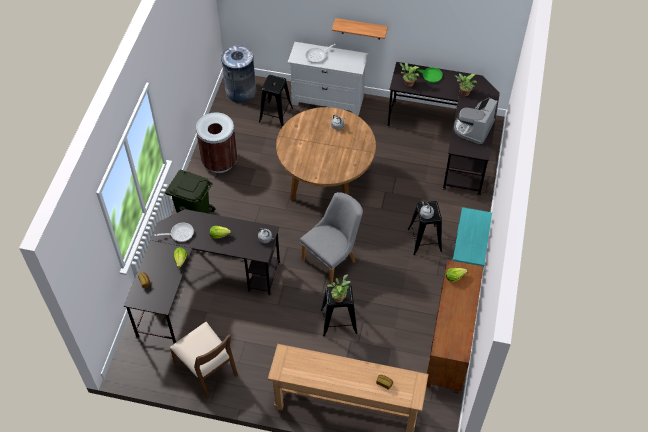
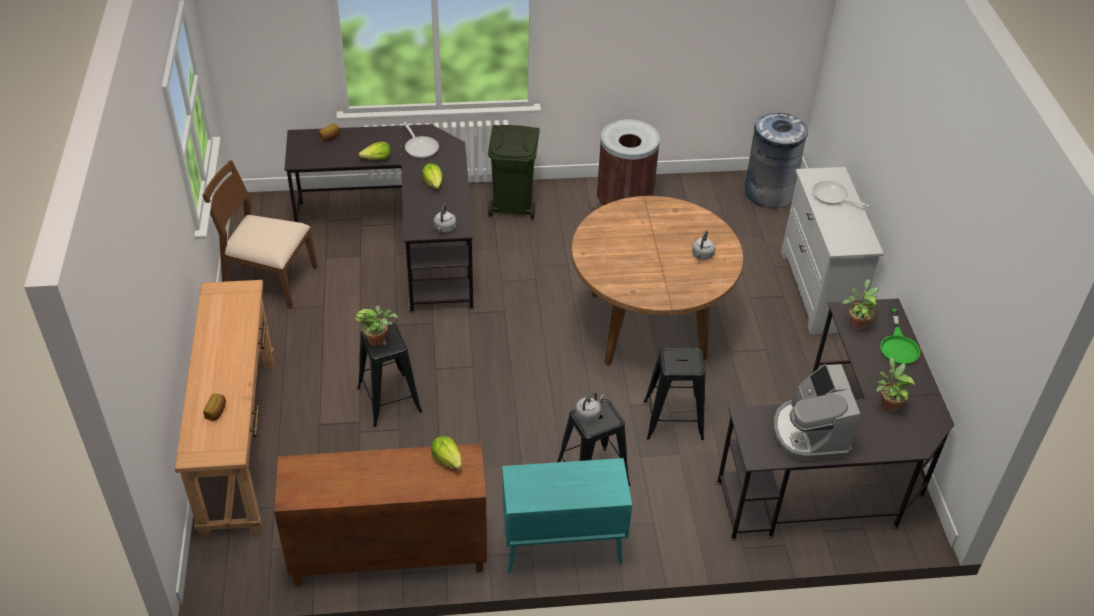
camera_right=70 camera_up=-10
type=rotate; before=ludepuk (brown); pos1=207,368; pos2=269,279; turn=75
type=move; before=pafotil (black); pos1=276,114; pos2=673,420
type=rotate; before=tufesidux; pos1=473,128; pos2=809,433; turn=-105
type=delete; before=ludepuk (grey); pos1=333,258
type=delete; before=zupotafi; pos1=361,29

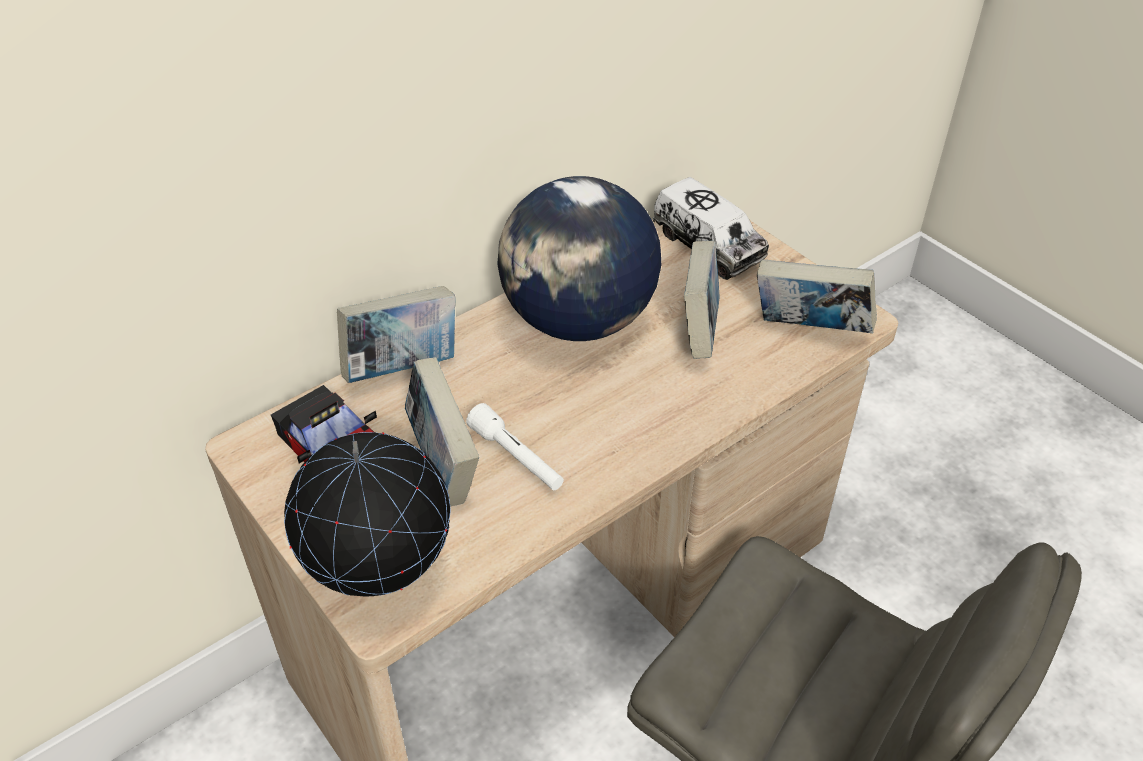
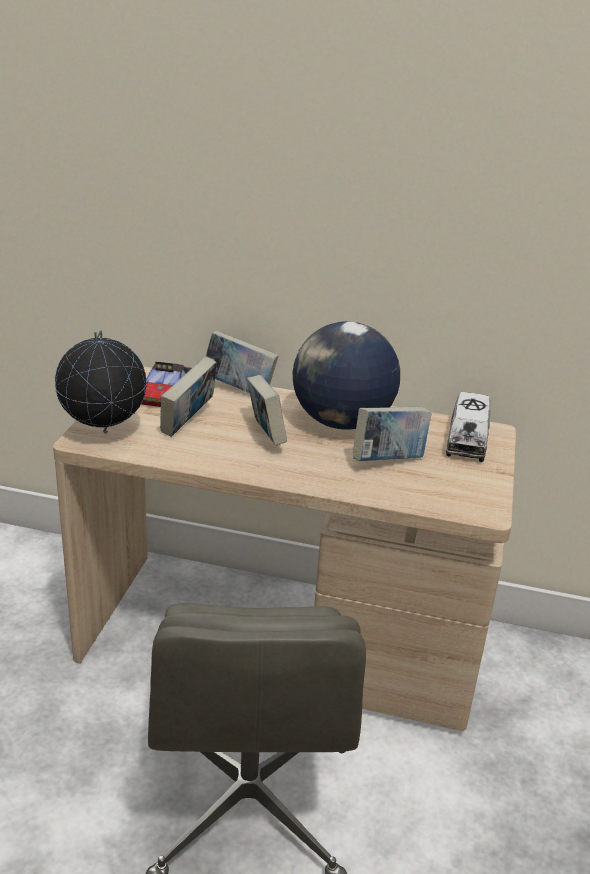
camera_right=50 camera_up=-15
type=move; before=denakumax; pos1=809,331; pos2=265,436
type=delete; before=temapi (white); pos1=516,458

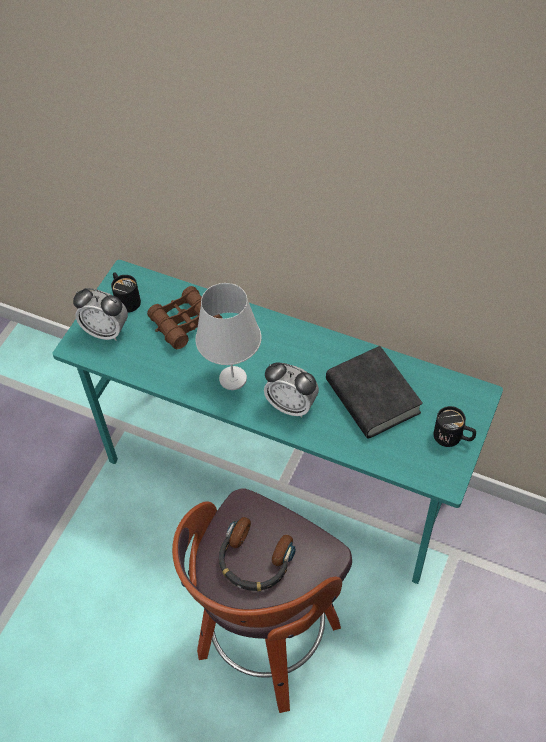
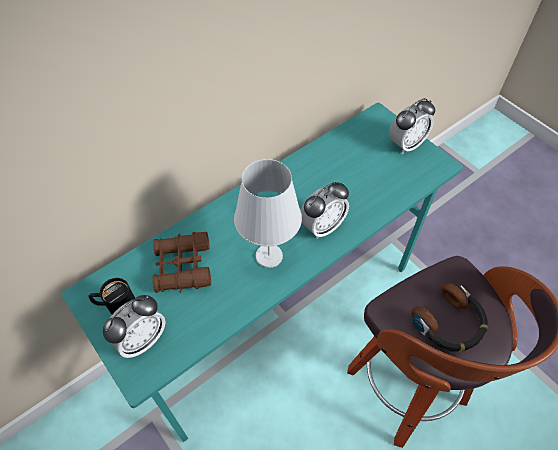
camera_right=-65 camera_up=0
type=replace; before=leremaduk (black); after=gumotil; pos1=453,437; pos2=406,144
type=delete; before=denakumax (black); pos1=372,397

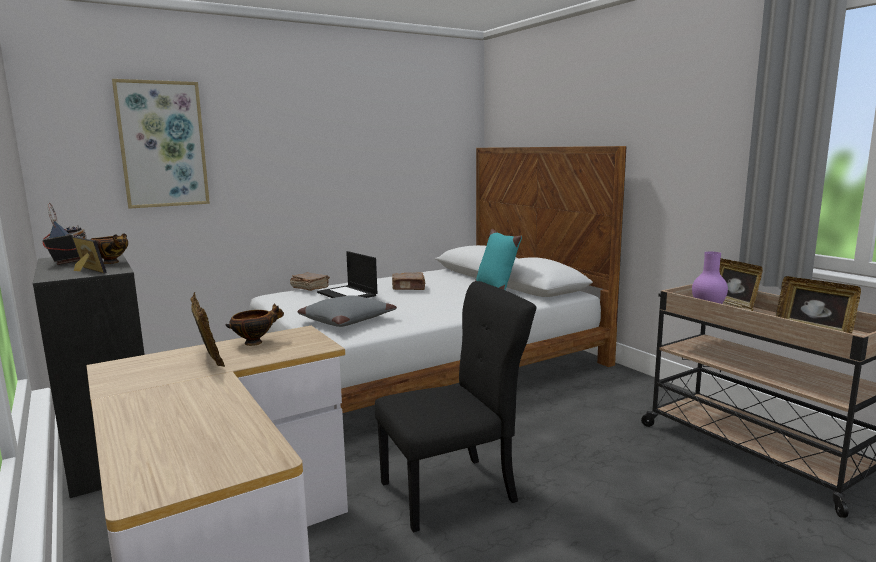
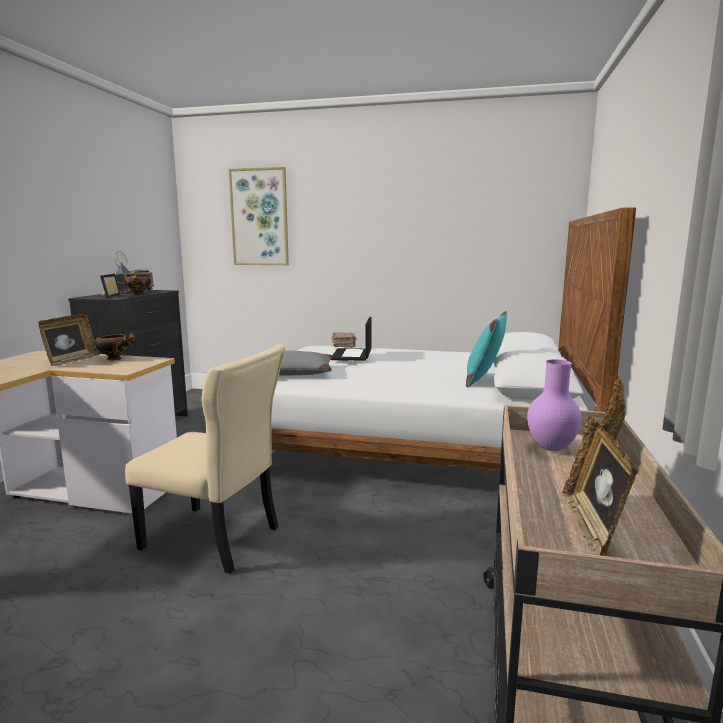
camera_right=45 camera_up=0
type=recolor; before=ludepuk (black); after=ludepuk (beige); pos1=453,491; pos2=215,539
type=delete; before=denakumax (brown); pos1=409,288

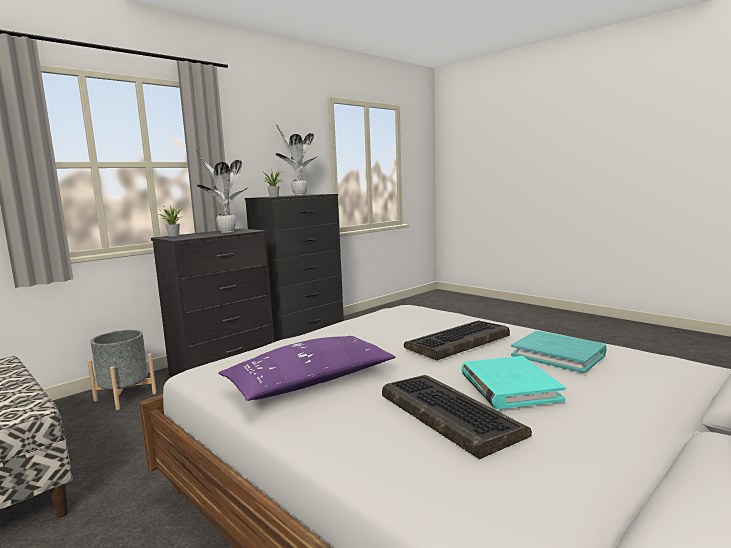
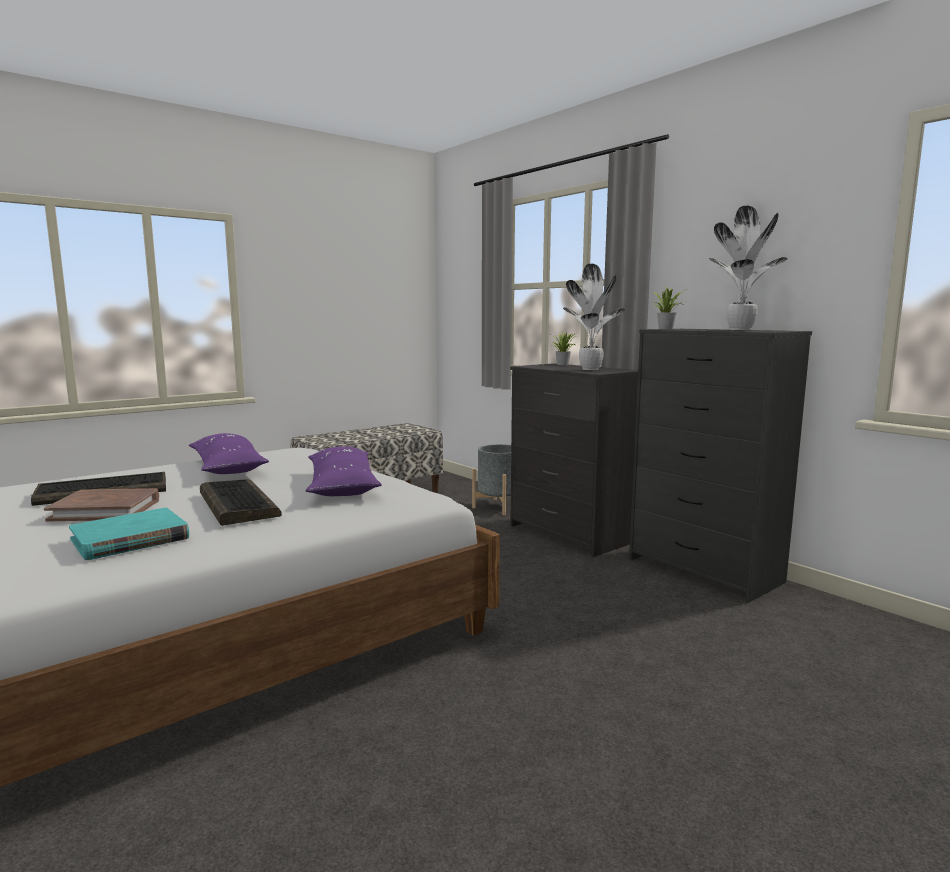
camera_right=95 camera_up=0
type=recolor; before=denakumax (turquoise); after=denakumax (brown); pos1=509,386; pos2=106,509
type=insert; after=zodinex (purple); pos2=341,486

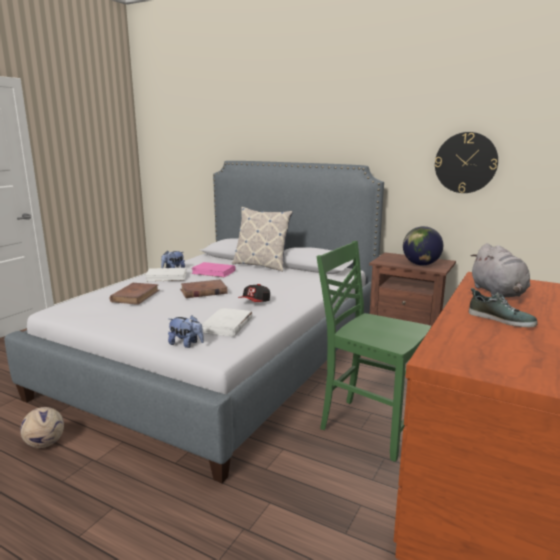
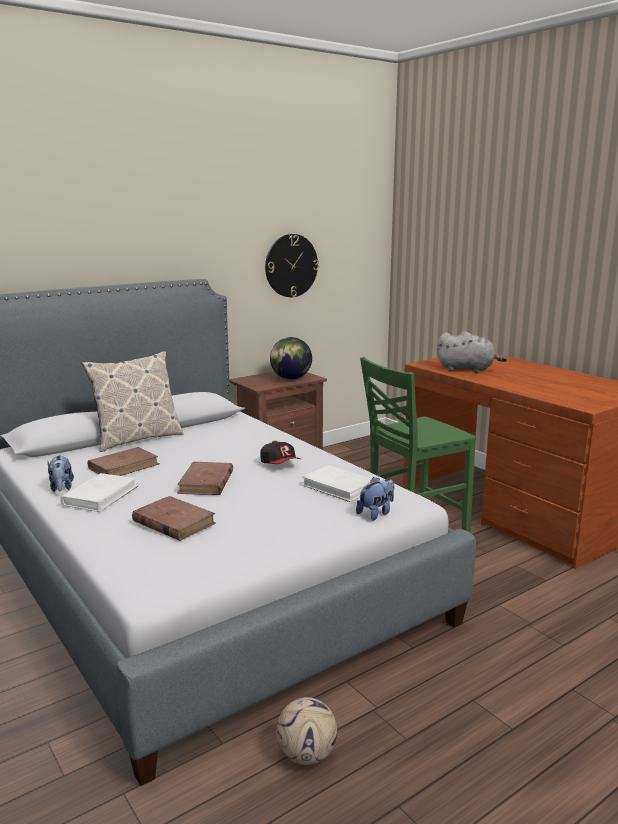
camera_right=-65 camera_up=0
type=recolor; before=denakumax (pink); after=denakumax (brown); pos1=214,272; pos2=124,466
type=delete; before=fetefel; pos1=501,319

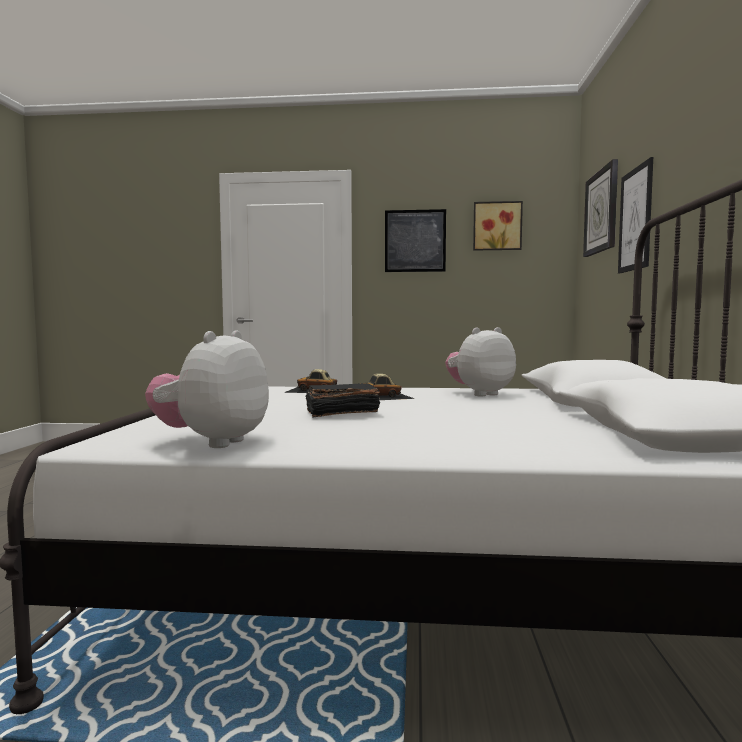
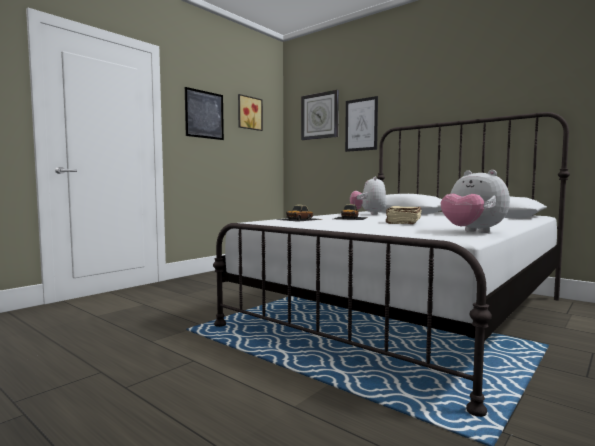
camera_right=-55 camera_up=0
type=recolor; before=denakumax (black); after=denakumax (beige); pos1=340,413; pos2=403,222

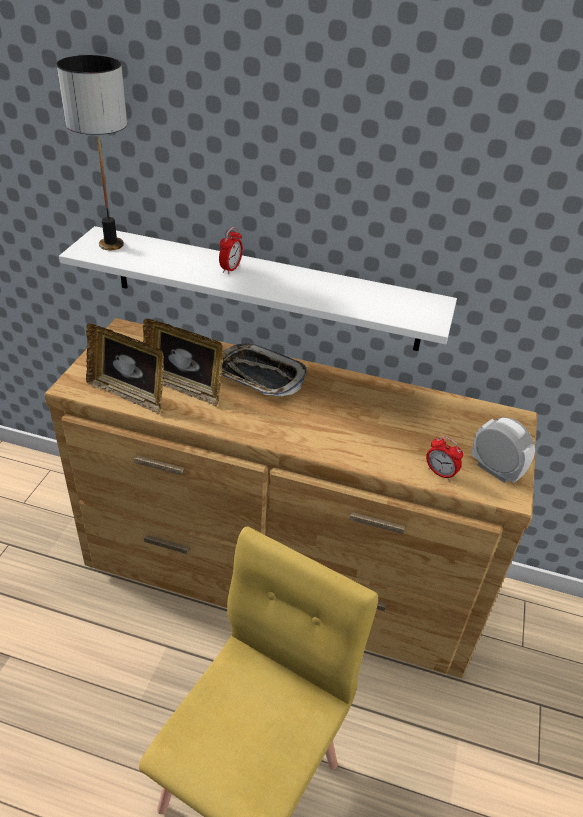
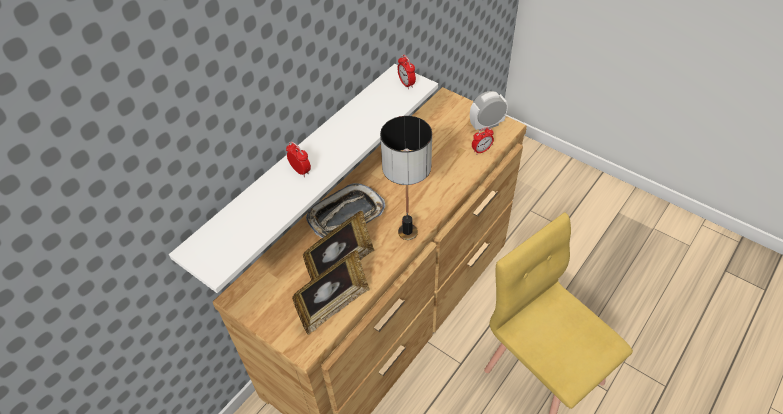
camera_right=-65 camera_up=10
type=move; before=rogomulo; pos1=112,244; pos2=407,232
type=insert; after=gumotil; pos2=406,84

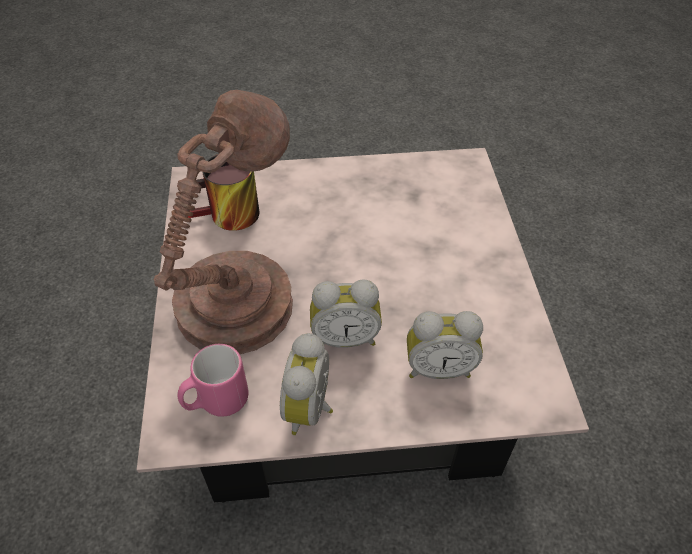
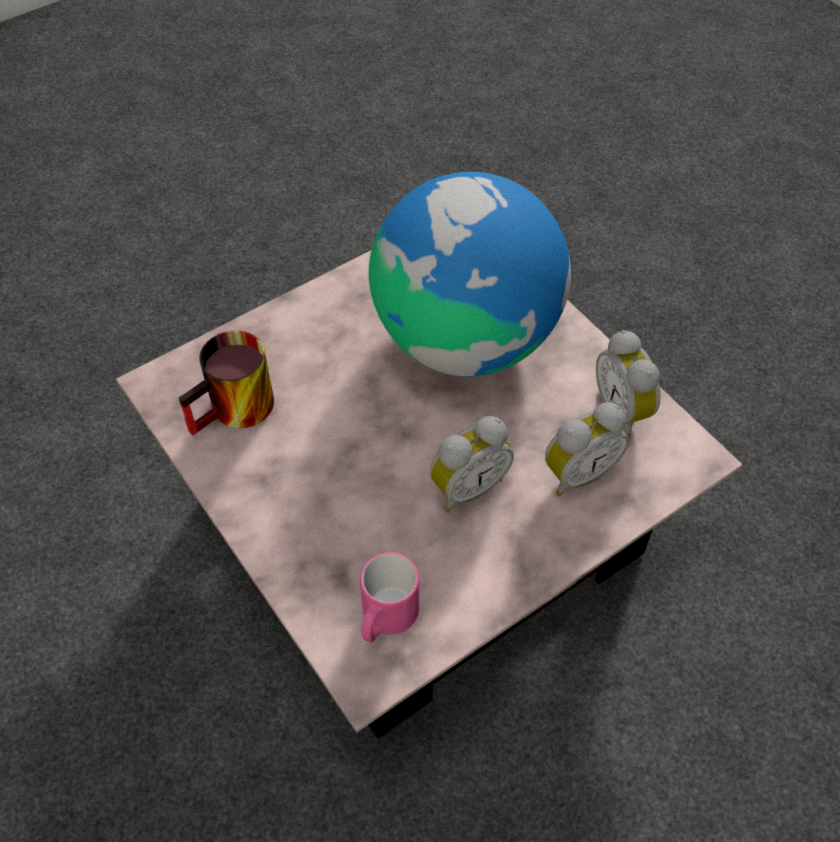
camera_right=-30 camera_up=5
type=insert; after=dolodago; pos2=465,338
type=move; before=gumotil; pos1=312,409; pos2=624,410
type=delete; before=rogomulo (brown); pos1=240,299

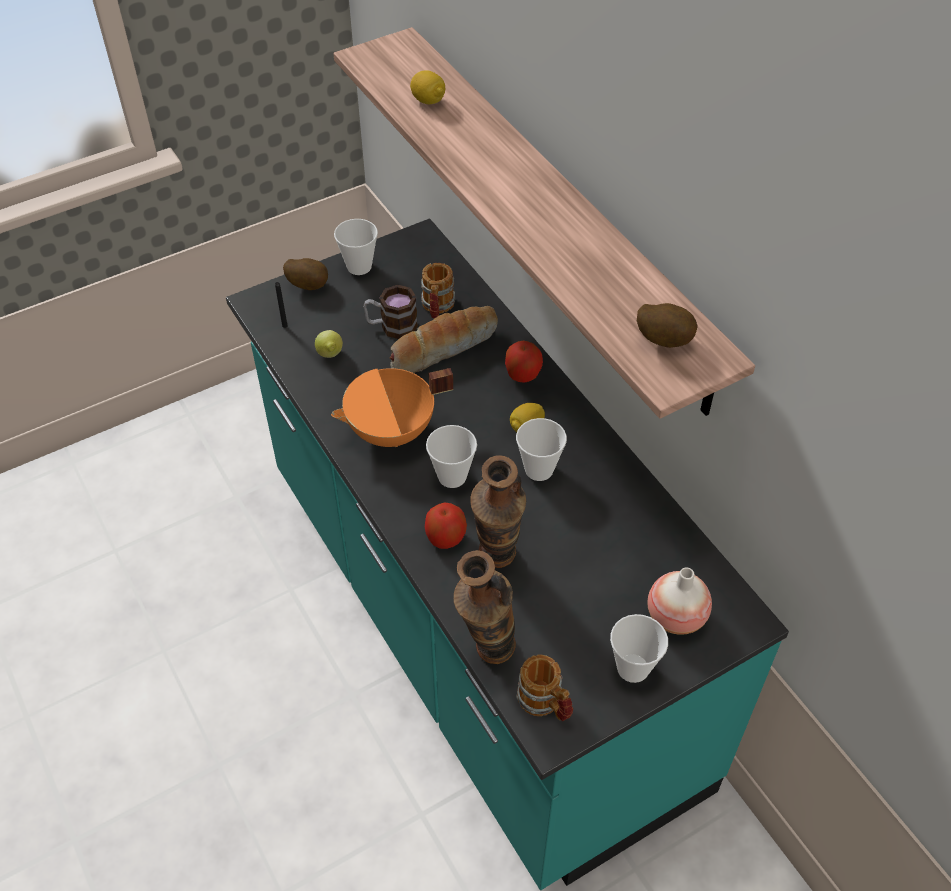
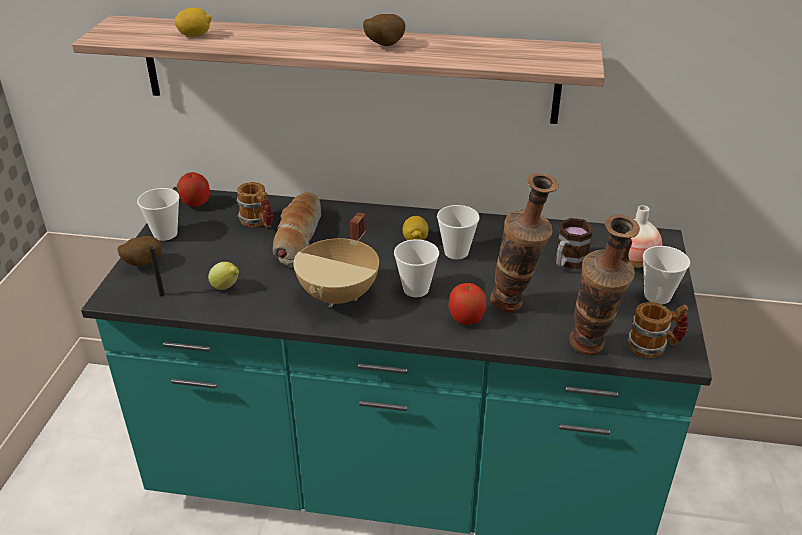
camera_right=-50 camera_up=-15
type=move; before=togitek; pos1=523,374; pos2=196,203
type=recolor; before=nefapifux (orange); after=nefapifux (beige); pos1=392,432; pos2=340,295
type=move; before=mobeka; pos1=663,339; pos2=383,45
type=move; before=leremaduk; pos1=391,326; pos2=567,262

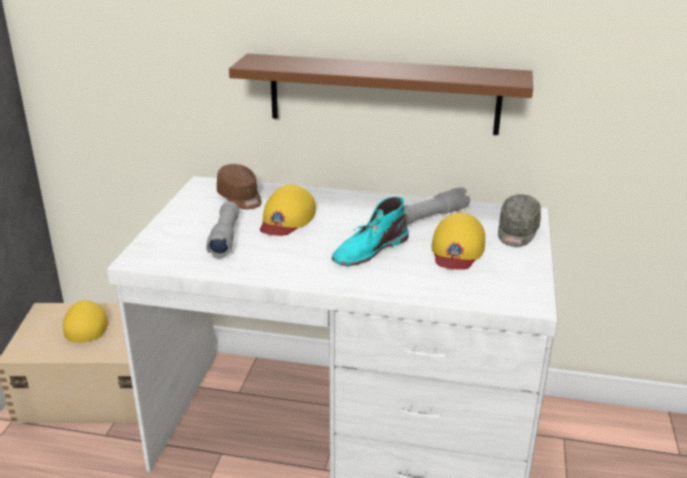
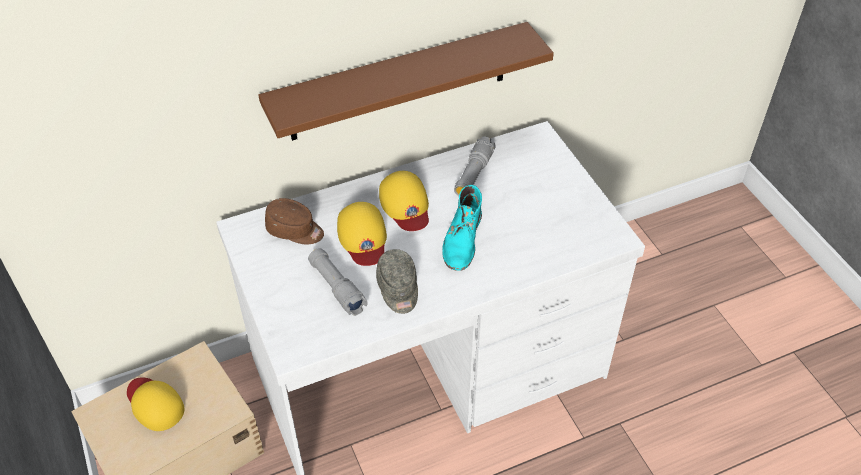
camera_right=-35 camera_up=20
type=move; before=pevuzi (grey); pos1=517,232; pos2=398,289
type=move; before=pevuzi (yellow); pos1=457,249; pos2=405,205

